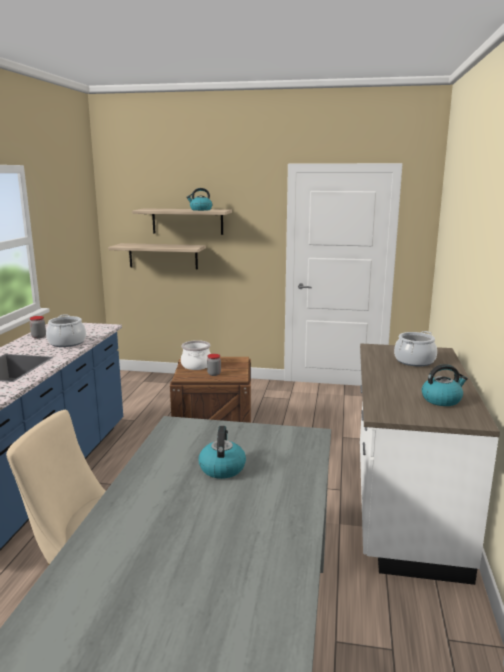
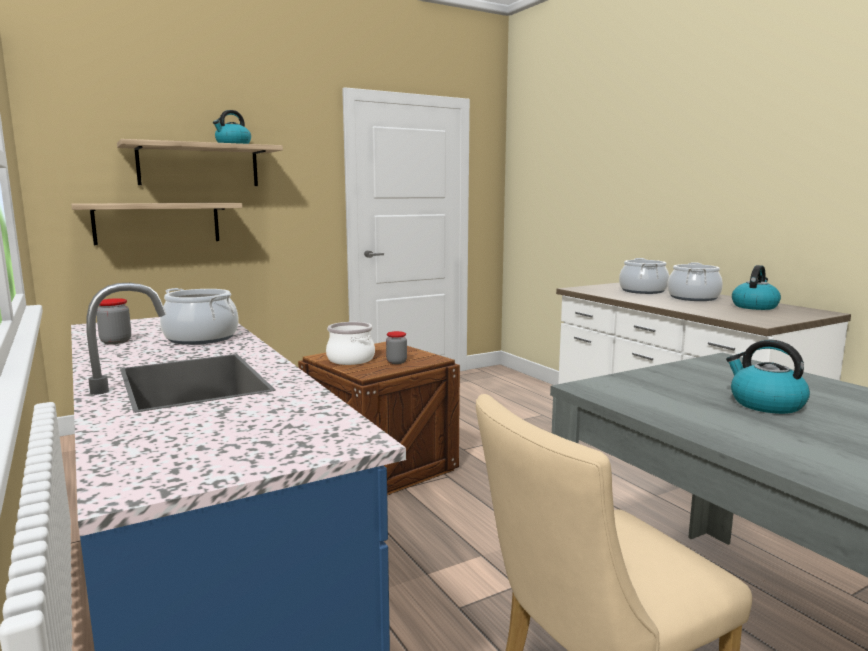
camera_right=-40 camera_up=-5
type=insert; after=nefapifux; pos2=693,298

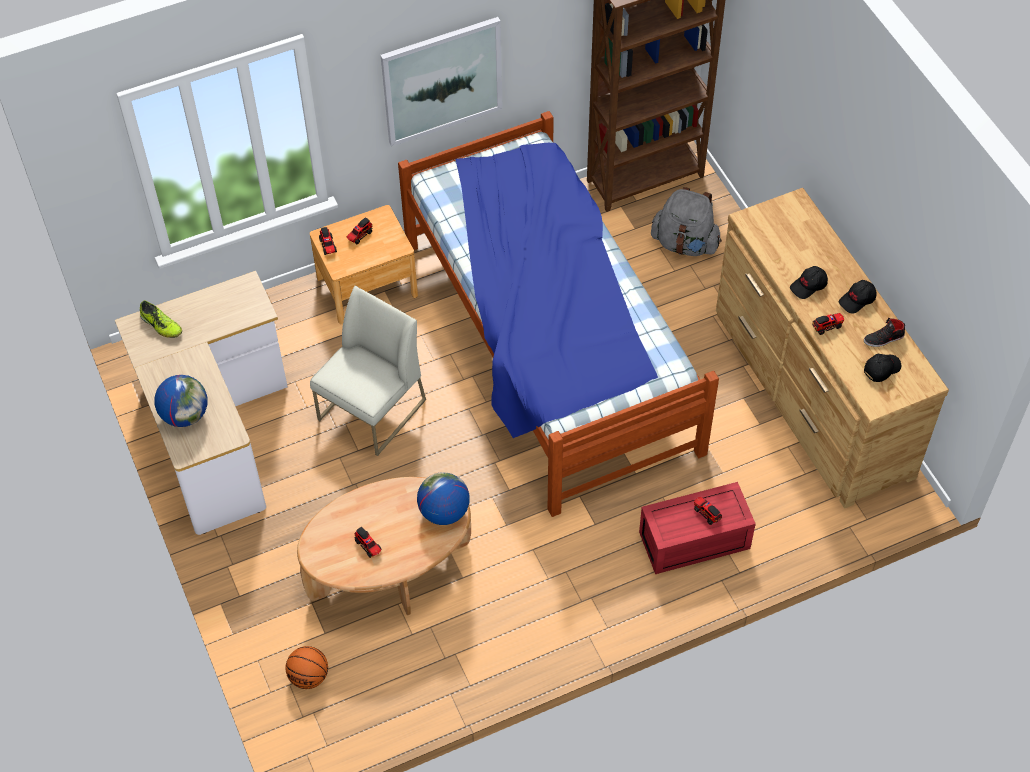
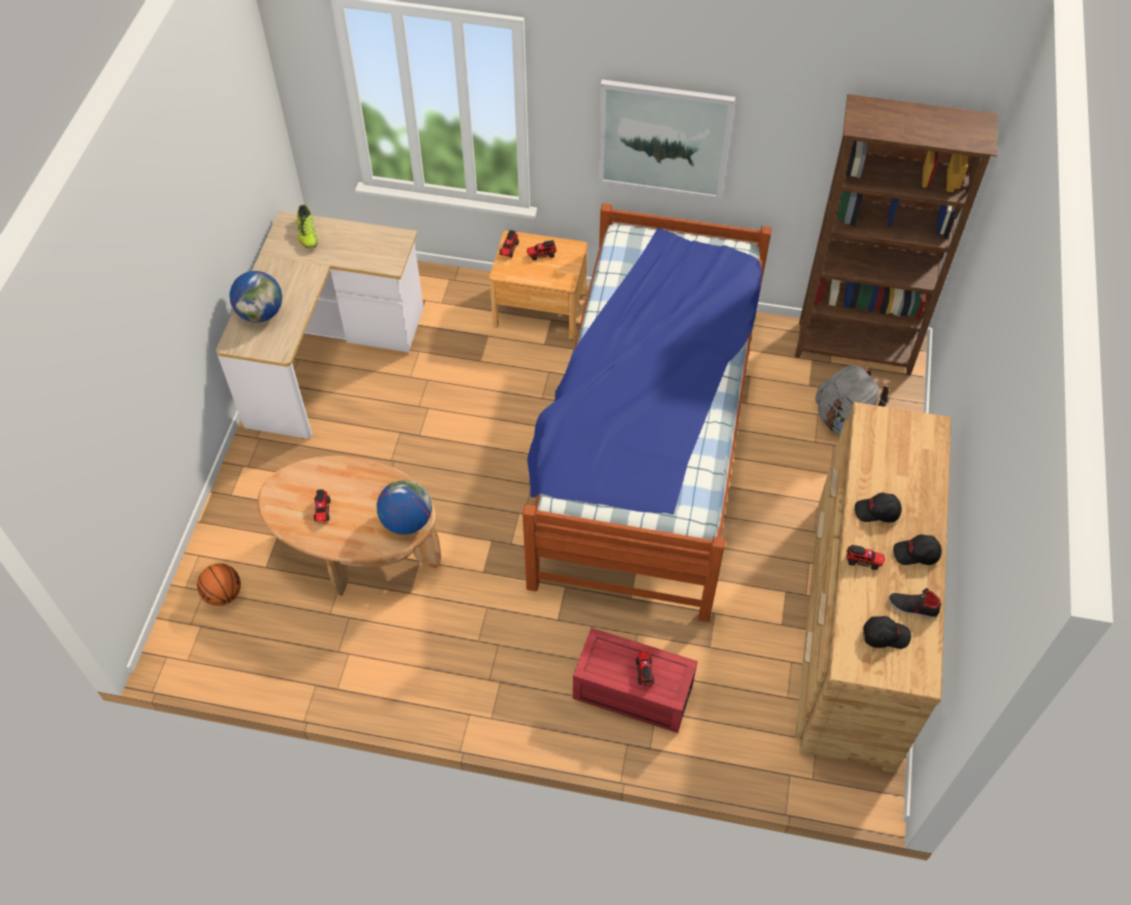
camera_right=35 camera_up=0
type=delete; before=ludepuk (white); pos1=372,411

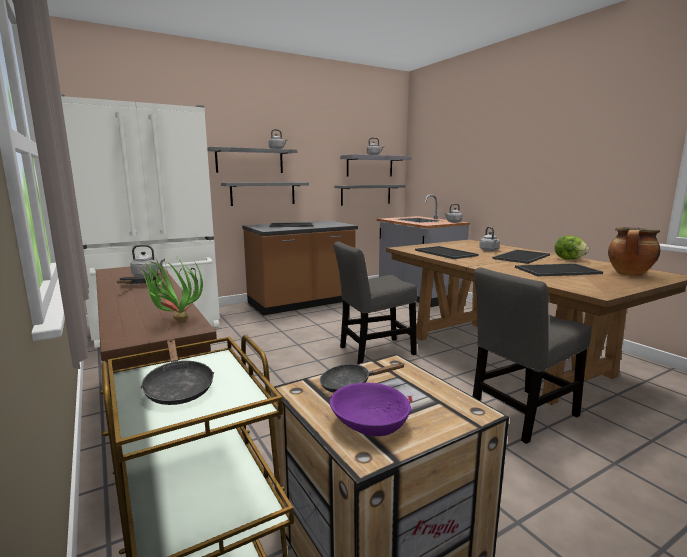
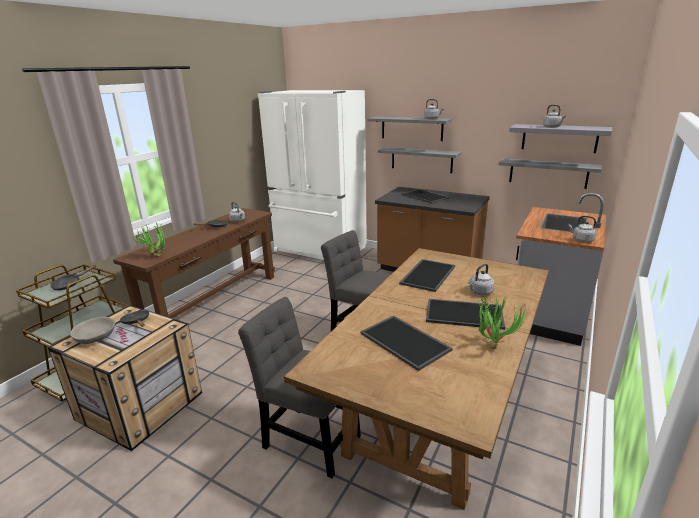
camera_right=60 camera_up=10
type=recolor; before=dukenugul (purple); after=dukenugul (grey); pos1=369,423; pos2=96,337
type=replace; before=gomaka; after=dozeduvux; pos1=569,259; pos2=494,344
type=delete; before=nefapifux; pos1=630,274

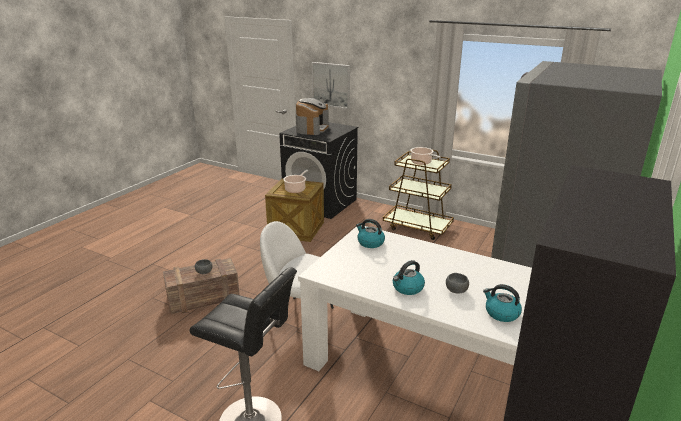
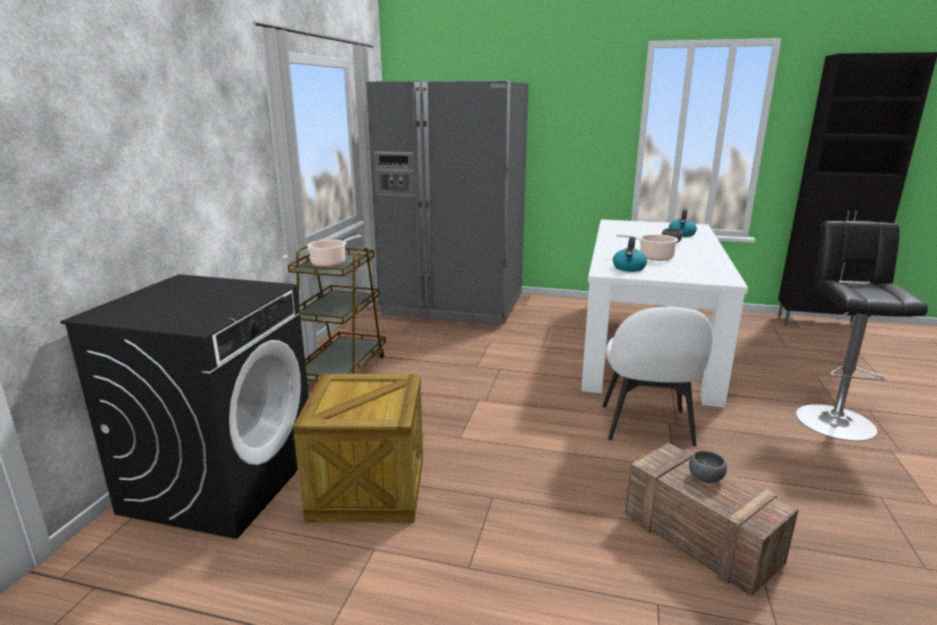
camera_right=-105 camera_up=-5
type=move; before=nefapifux; pos1=296,189; pos2=653,257
type=delete; before=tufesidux; pos1=312,129
type=delete; before=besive; pos1=331,85
type=delete; before=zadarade; pos1=407,288

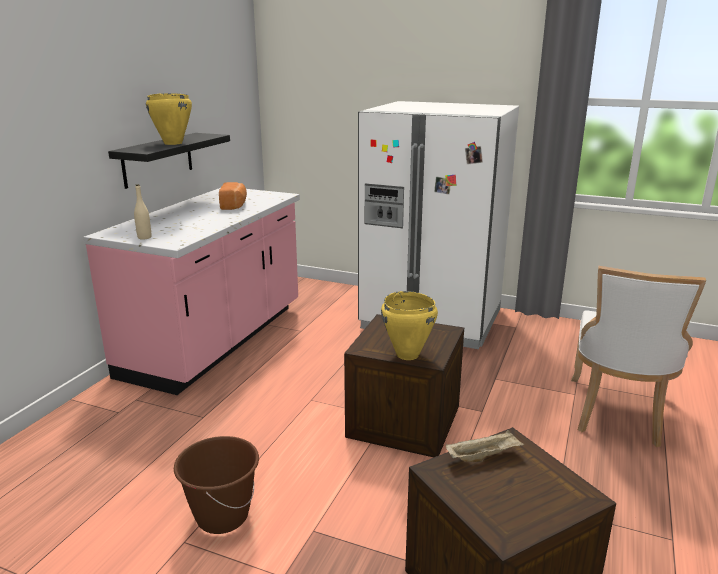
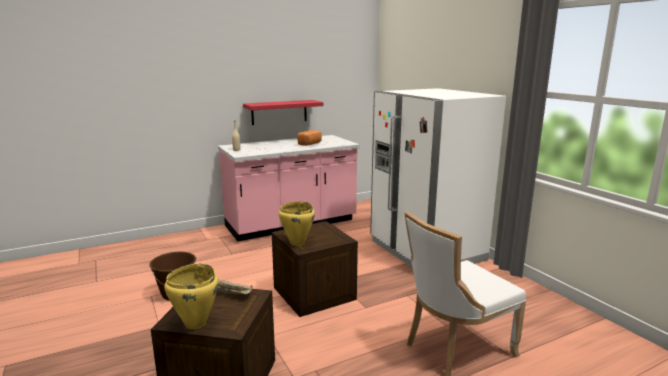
camera_right=40 camera_up=-5
type=move; before=nefapifux (yellow); pos1=173,143; pos2=195,323
type=recolor; before=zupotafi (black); after=zupotafi (red); pos1=158,159; pos2=279,112

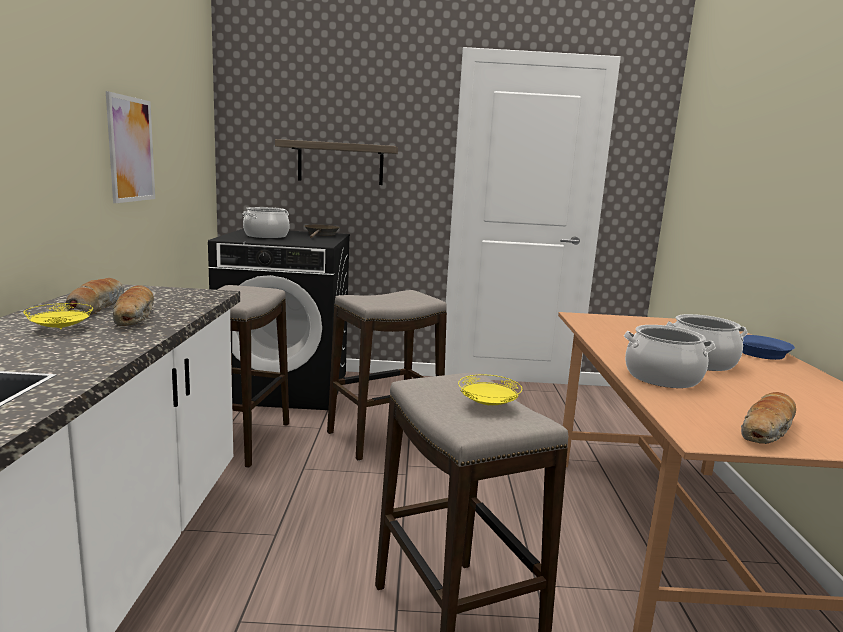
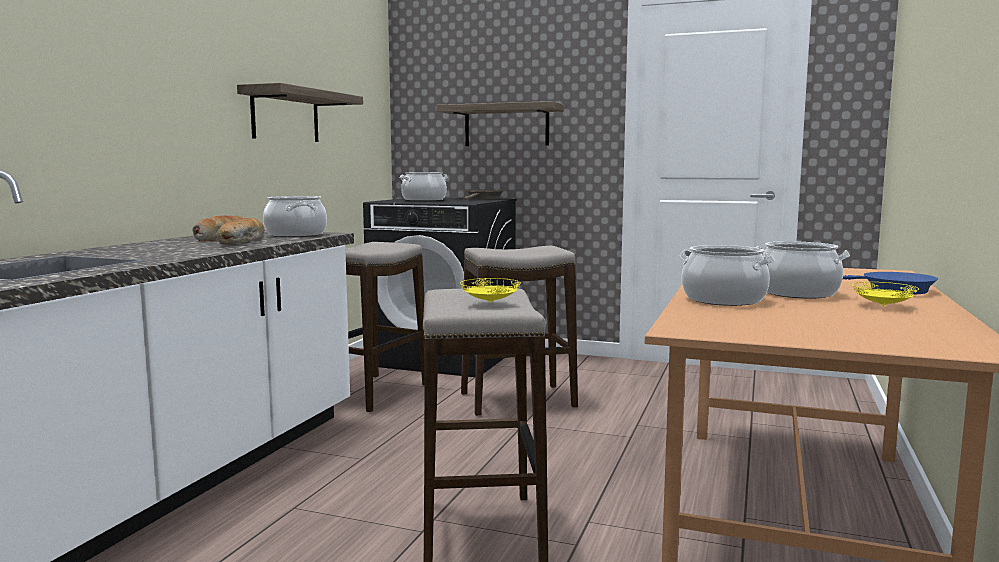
camera_right=20 camera_up=-5
type=replace; before=besive; after=zupotafi; pos1=131,149; pos2=285,116
type=insert; after=nefapifux; pos2=295,235
type=move; before=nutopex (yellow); pos1=60,329; pos2=882,306
type=delete; before=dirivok; pos1=768,430

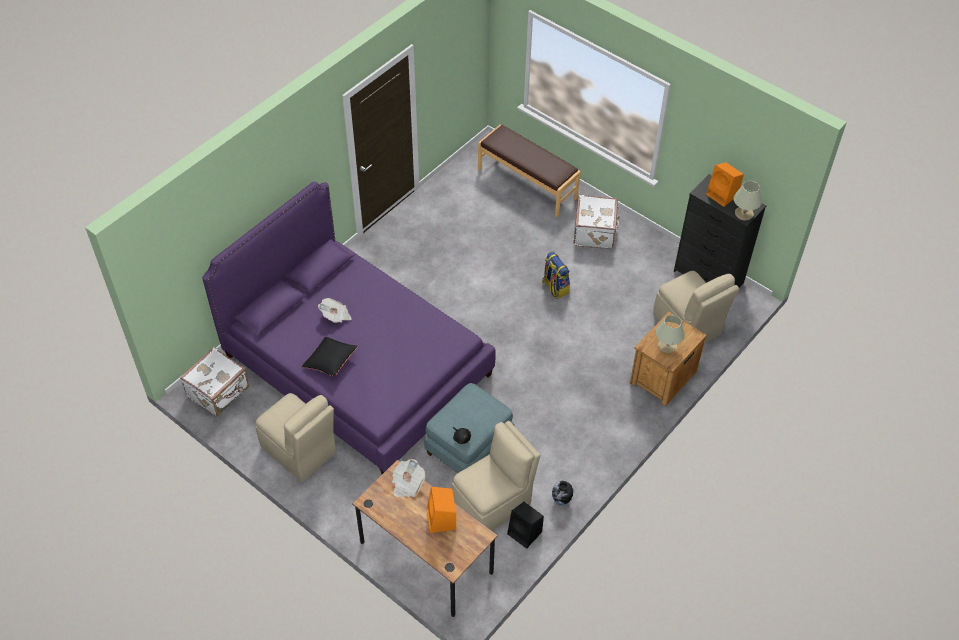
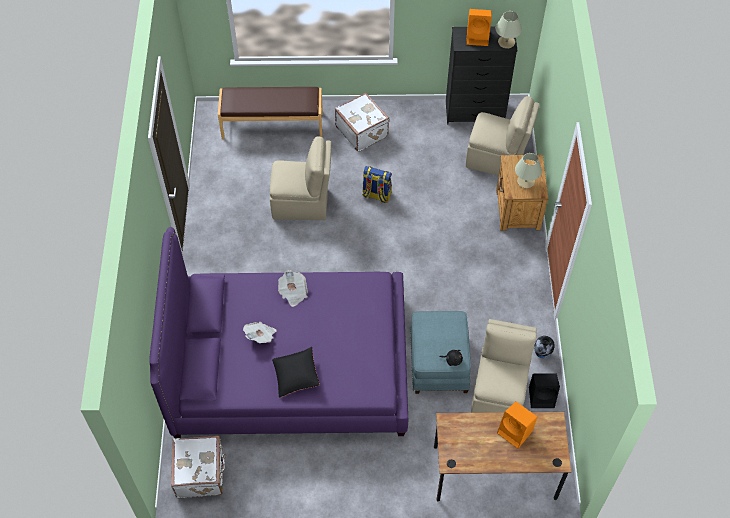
camera_right=-40 camera_up=5
type=move; before=ludepuk (beige); pos1=299,451; pos2=302,203
type=move; before=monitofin; pos1=407,484; pos2=293,293

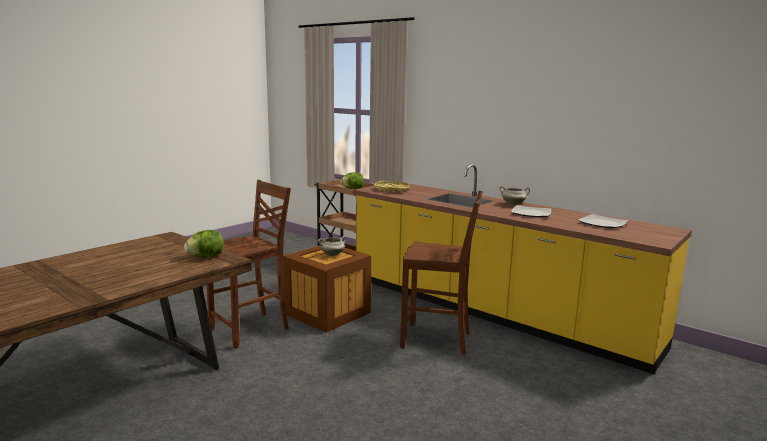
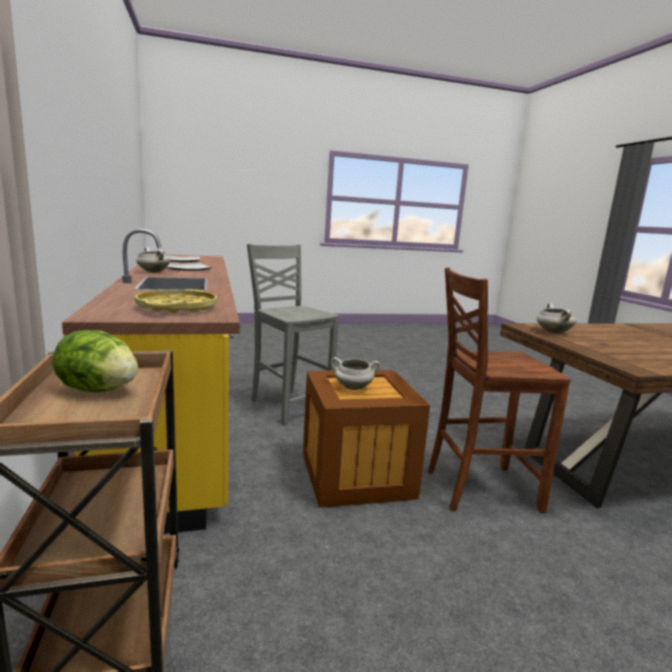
camera_right=-145 camera_up=0
type=recolor; before=ludepuk (brown); after=ludepuk (grey); pos1=437,340; pos2=289,406
type=replace; before=gomaka; after=nefapifux (white); pos1=206,257; pos2=552,332

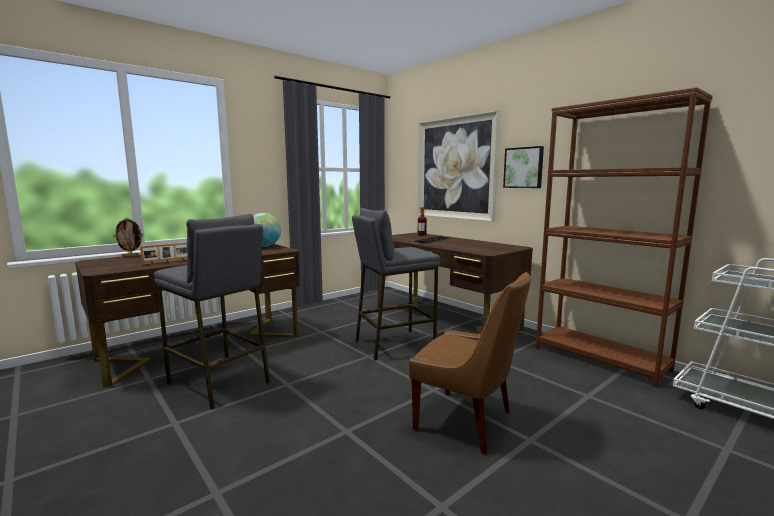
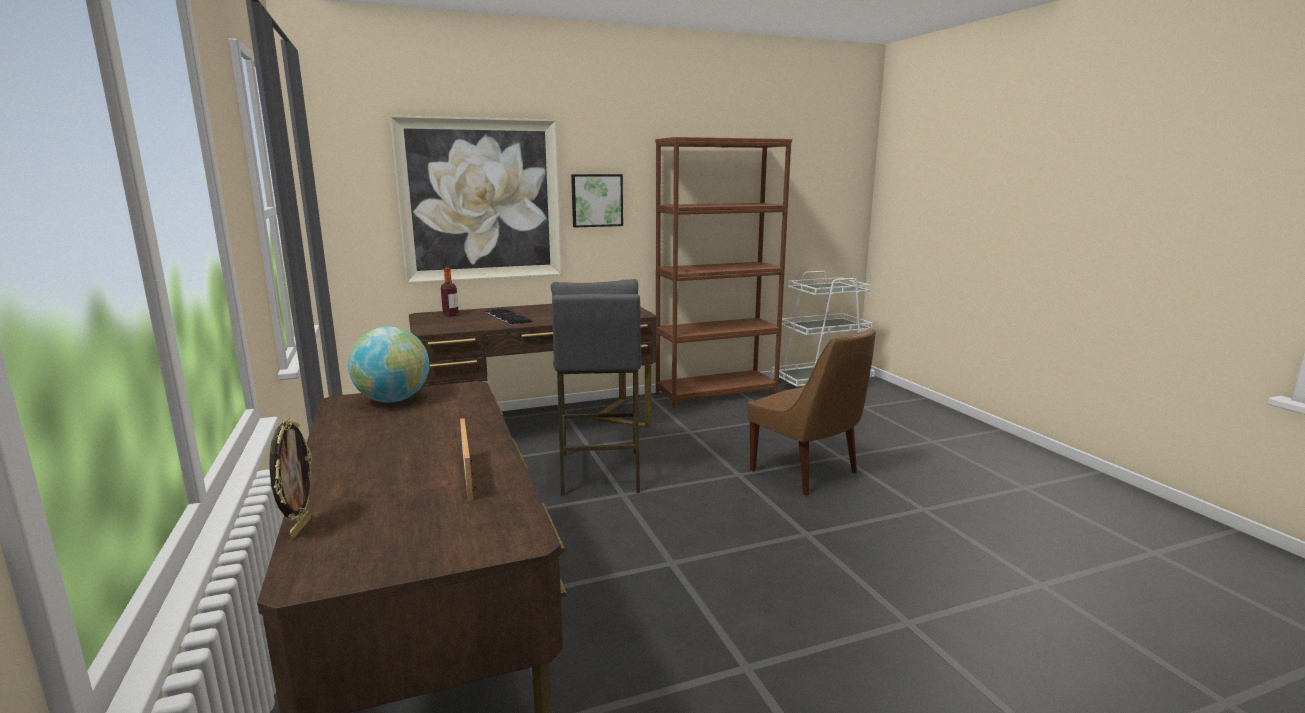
camera_right=-70 camera_up=5
type=rotate; before=ludepuk (brown); pos1=467,422; pos2=806,473; turn=90
type=delete; before=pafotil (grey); pos1=219,382

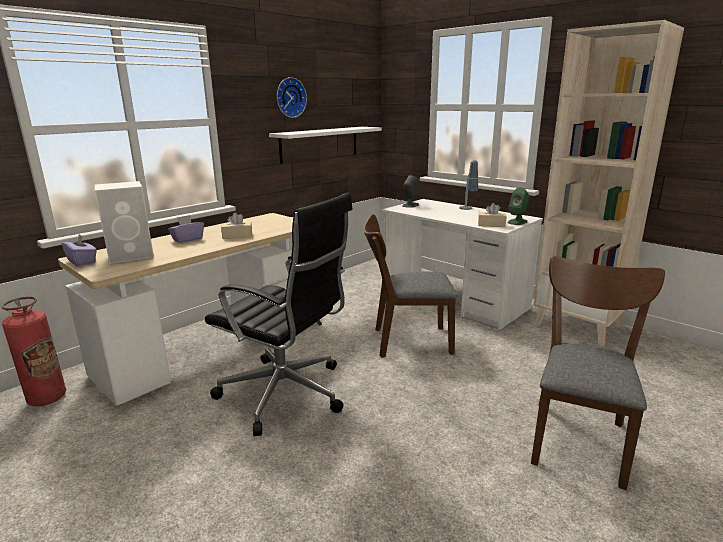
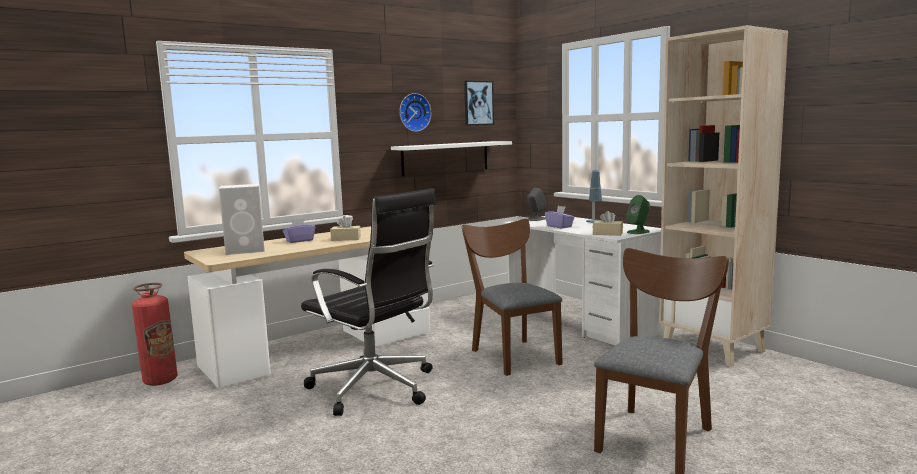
camera_right=10 camera_up=-10
type=rotate; before=ludepuk (brown); pos1=405,341; pos2=512,354; turn=60
type=insert; after=besive; pos2=478,103
type=move; before=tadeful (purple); pos1=82,261; pos2=559,226

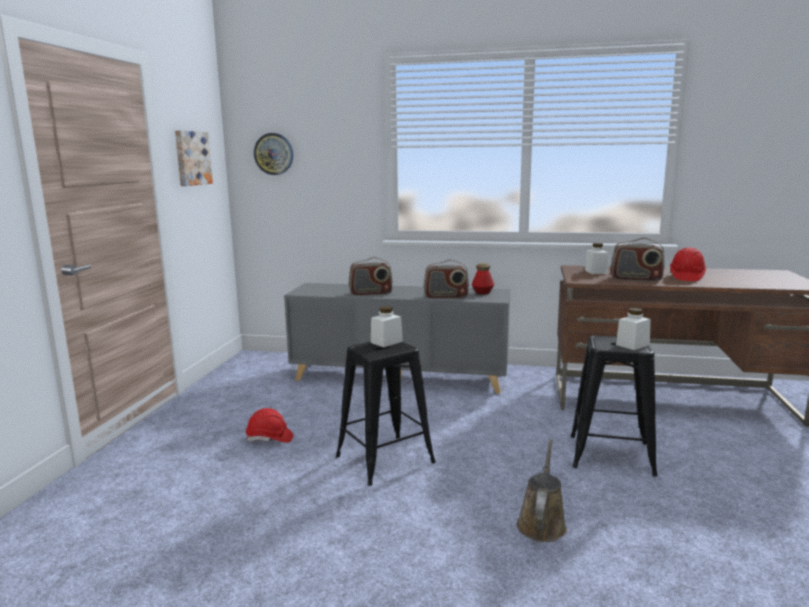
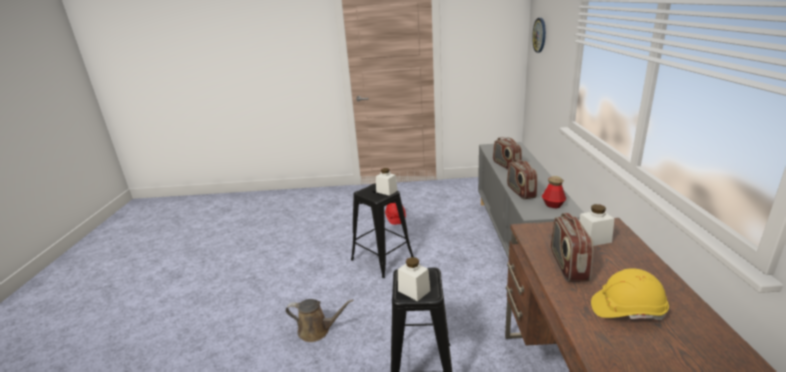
camera_right=80 camera_up=10
type=recolor; before=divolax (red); after=divolax (yellow); pos1=686,277; pos2=627,310
type=delete; before=besive; pos1=191,158

